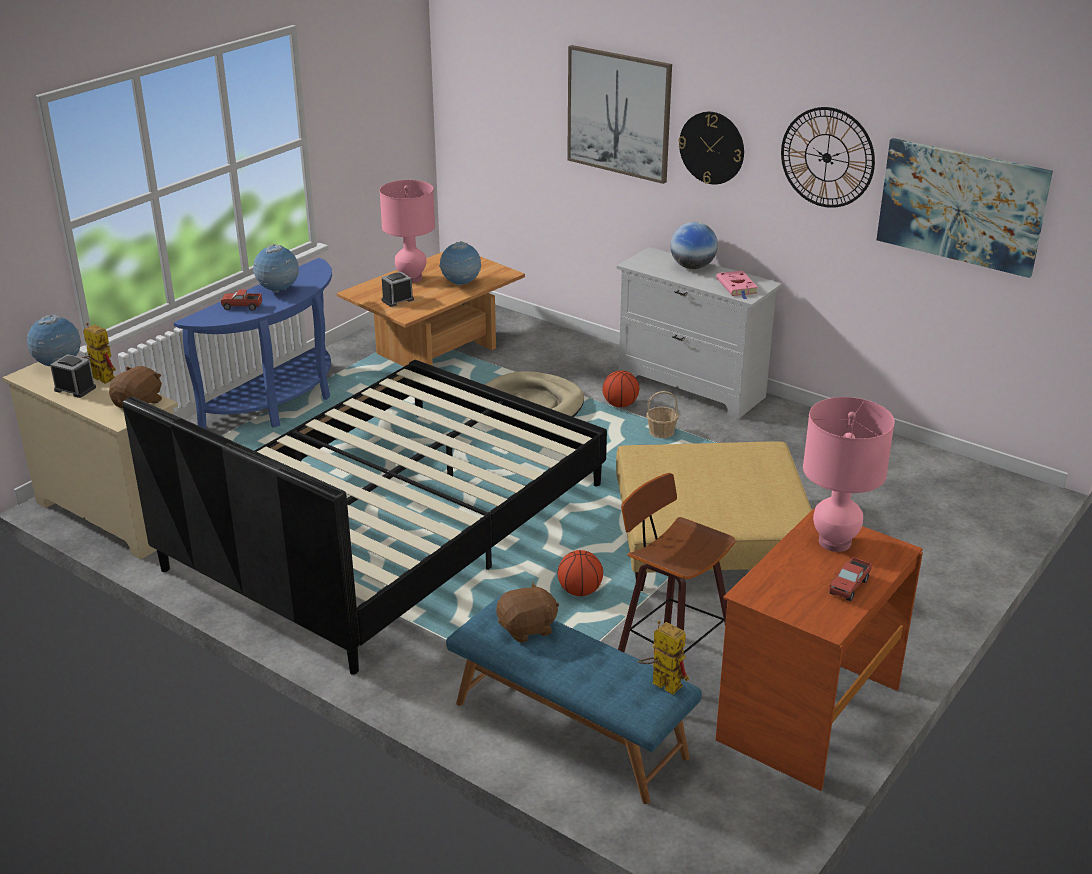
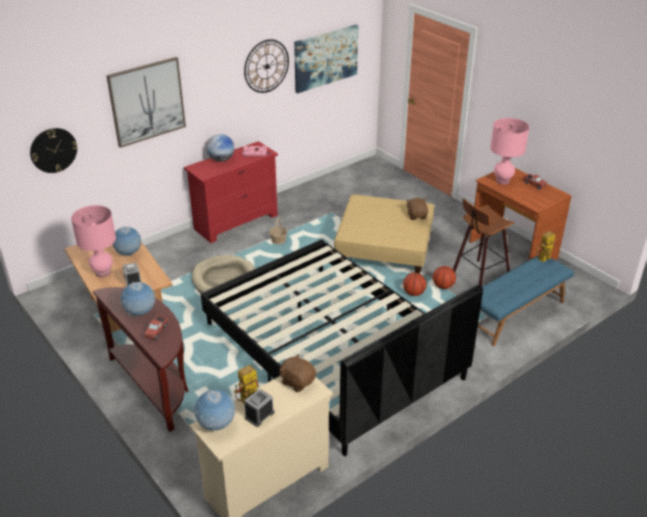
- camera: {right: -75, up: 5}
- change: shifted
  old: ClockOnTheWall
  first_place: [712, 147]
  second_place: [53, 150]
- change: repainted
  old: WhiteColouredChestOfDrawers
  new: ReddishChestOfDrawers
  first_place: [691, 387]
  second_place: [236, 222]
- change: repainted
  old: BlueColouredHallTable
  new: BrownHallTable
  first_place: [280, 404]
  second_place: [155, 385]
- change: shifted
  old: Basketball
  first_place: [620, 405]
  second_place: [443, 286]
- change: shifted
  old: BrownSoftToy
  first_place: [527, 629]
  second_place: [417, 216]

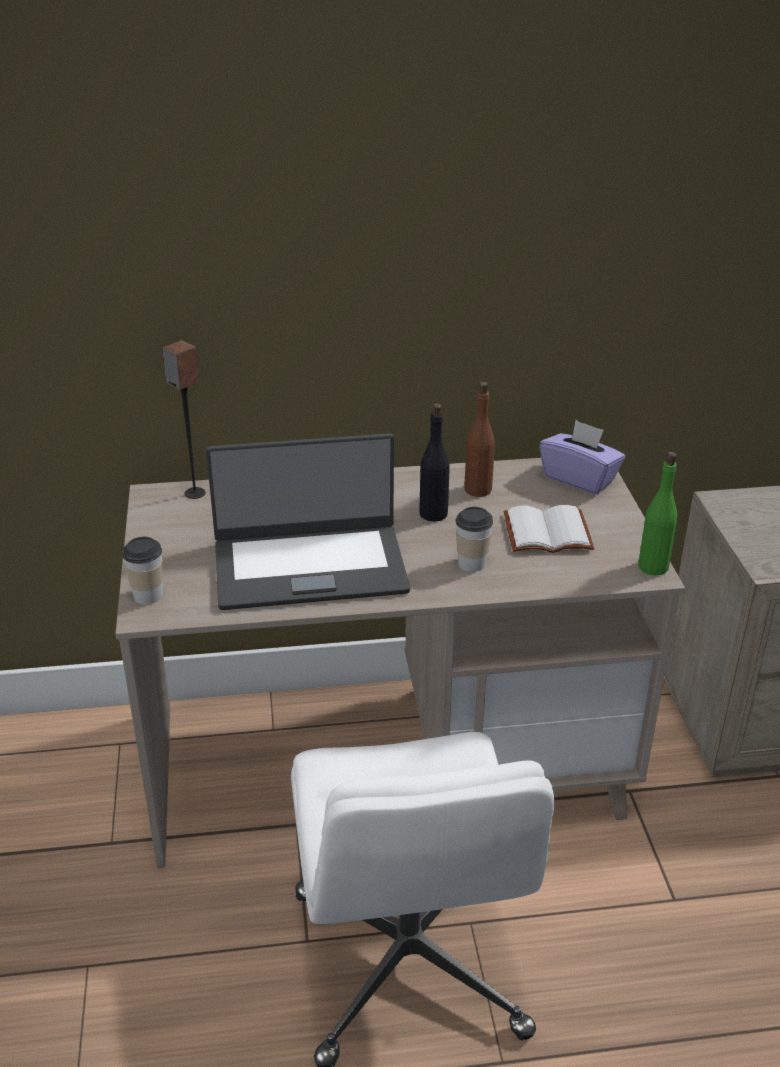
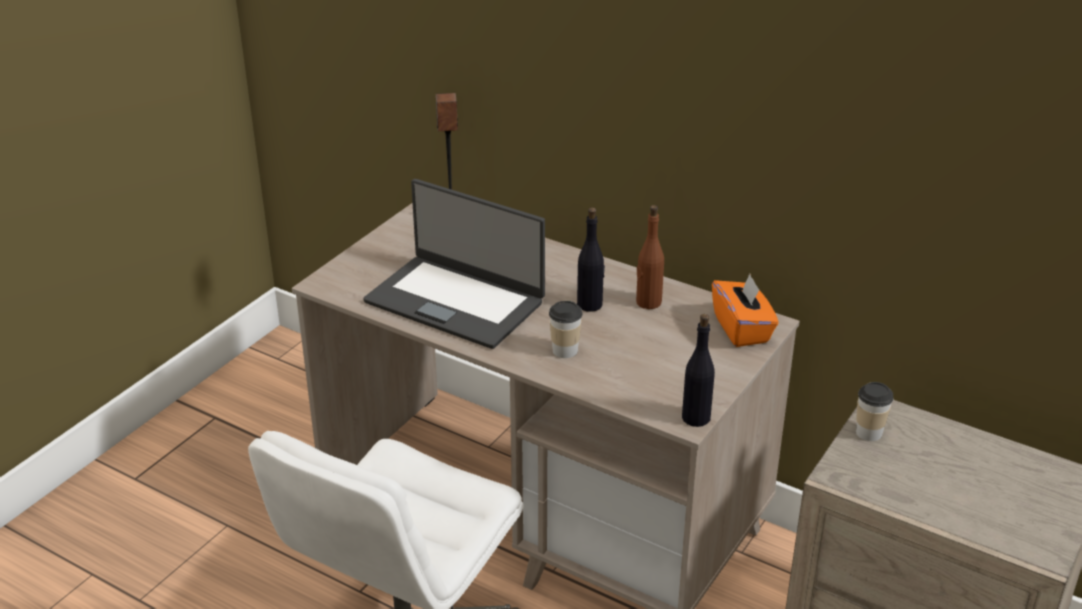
- camera: {right: 40, up: 0}
- change: repainted
  old: PurplishTissueHolder
  new: OrangeTissueHolder
  first_place: [579, 478]
  second_place: [742, 329]
- change: repainted
  old: GreenColouredBeverageBottle
  new: BlackishBeverageBottle
  first_place: [653, 566]
  second_place: [696, 417]
- change: gone
  old: WhiteColouredVolume
  first_place: [548, 531]
- change: shifted
  old: DrinkingCup
  first_place: [148, 595]
  second_place: [869, 432]

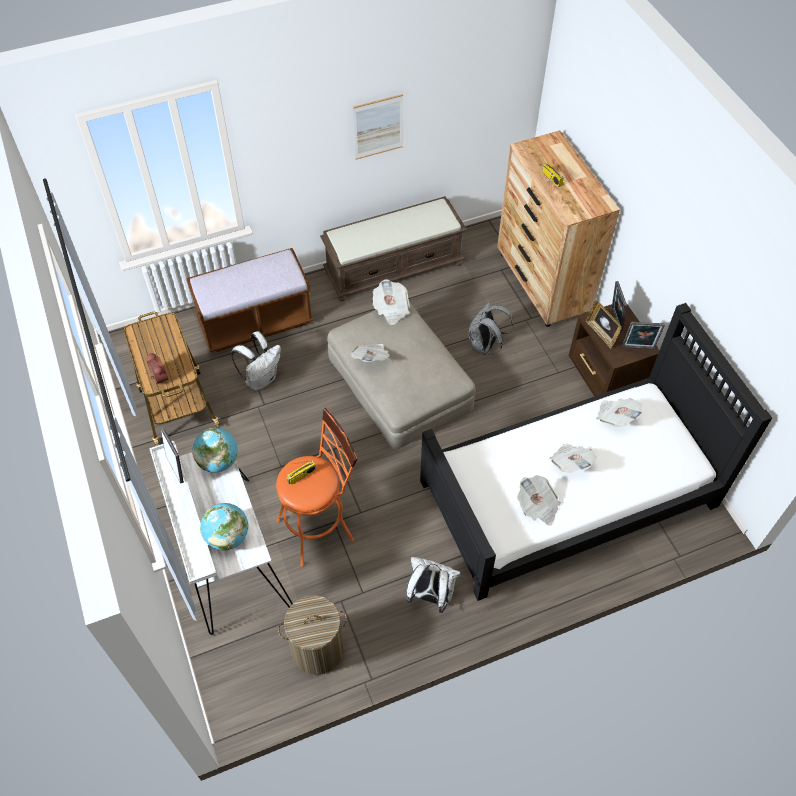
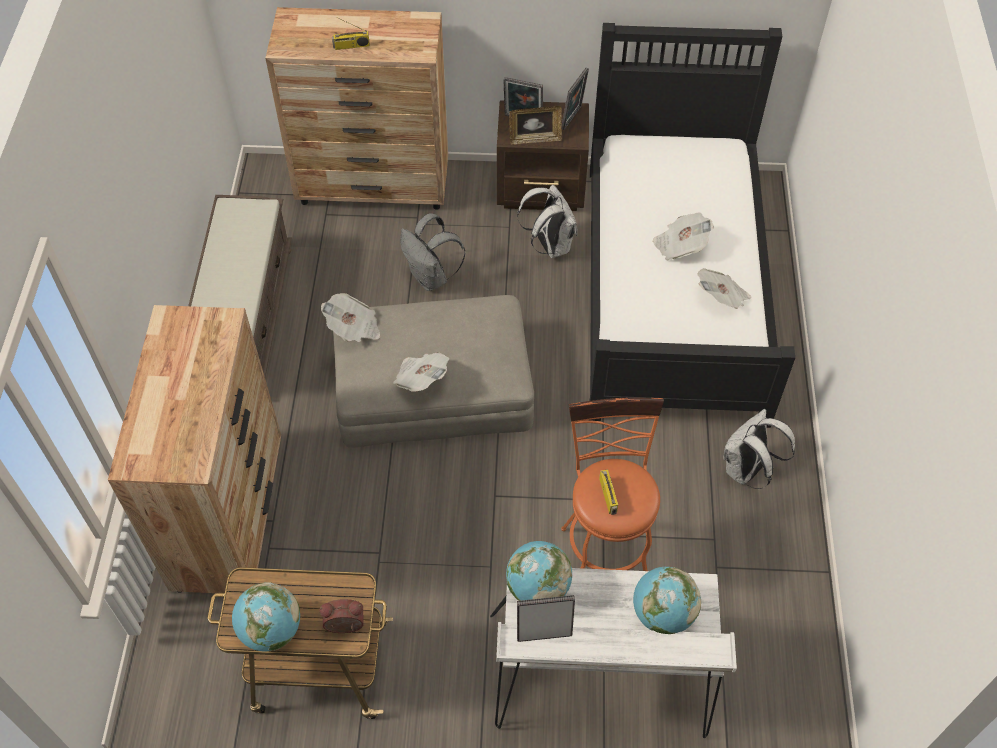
- camera: {right: -65, up: 0}
- change: gone
  old: Picture
  first_place: [378, 127]
- change: swapped
  old: BrownBench
  new: BrownChestOfDrawers
  first_place: [255, 322]
  second_place: [230, 515]
- change: shifted
  old: WhiteColouredBackpack
  first_place: [261, 379]
  second_place: [550, 245]
- change: gone
  old: Newspaper
  first_place: [616, 417]
- change: gone
  old: WashingBasket
  first_place: [317, 649]
- change: new
  new: DeskGlobe
  second_place: [271, 630]

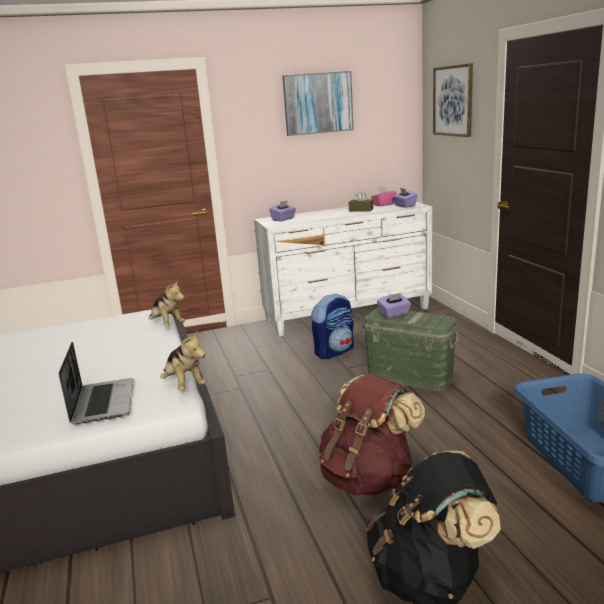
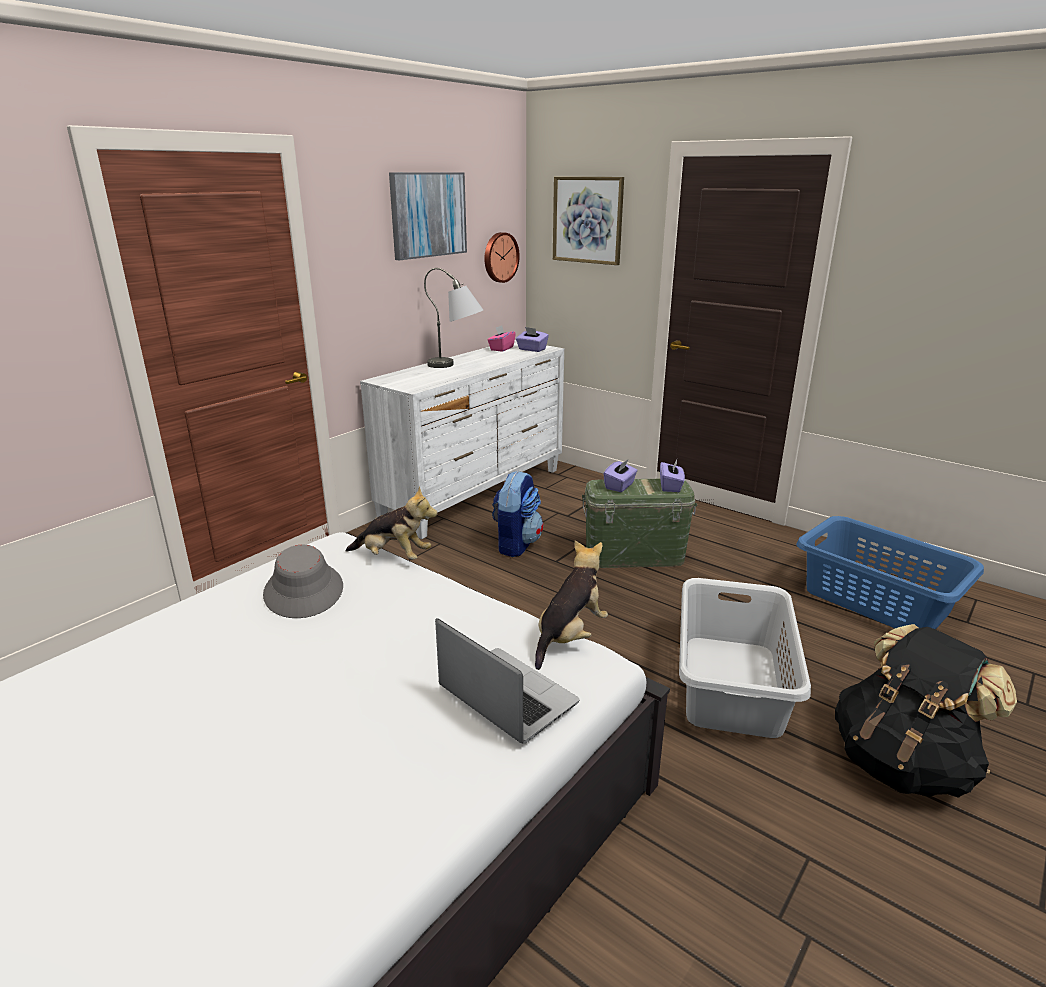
- camera: {right: -35, up: 5}
- change: gone
  old: BrownTissueHolder
  first_place: [361, 210]
- change: shifted
  old: PurplishTissueHolder
  first_place: [283, 219]
  second_place: [670, 486]
- change: rotated
  old: SoftToy
  first_place: [184, 385]
  second_place: [570, 636]
  degrees: -75
- change: swapped
  old: BrownBackpack
  new: GrayWashingBasket
  first_place: [368, 478]
  second_place: [732, 683]
- change: new
  new: ClockOnTheWall
  second_place: [500, 257]
- change: new
  new: GrayTabletopLamp
  second_place: [456, 366]
- change: new
  new: GrayWearableHat
  second_place: [304, 591]

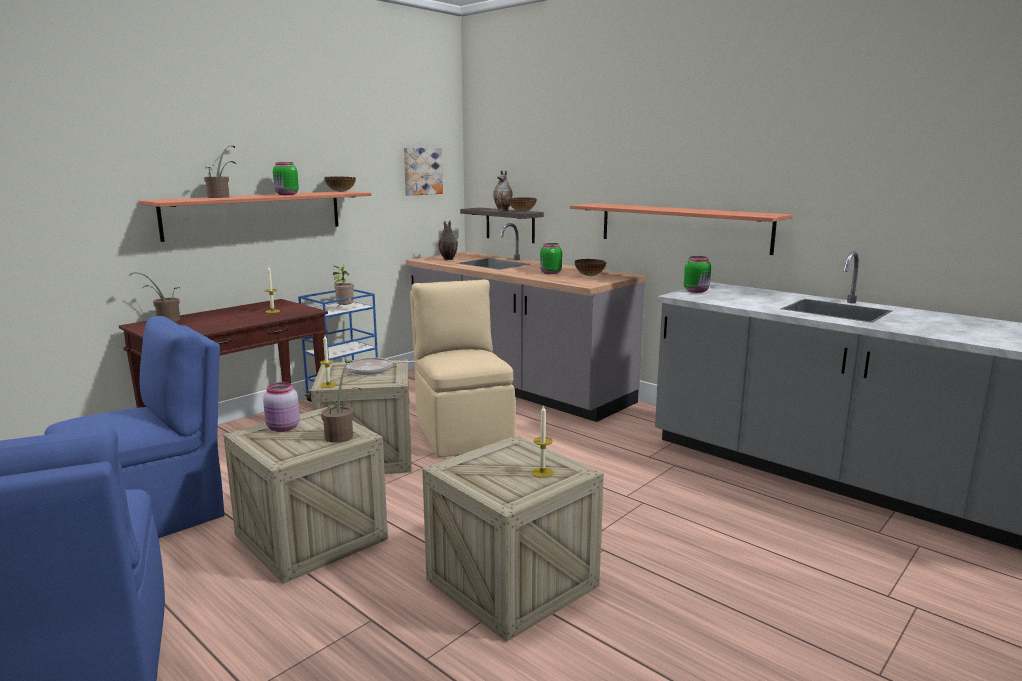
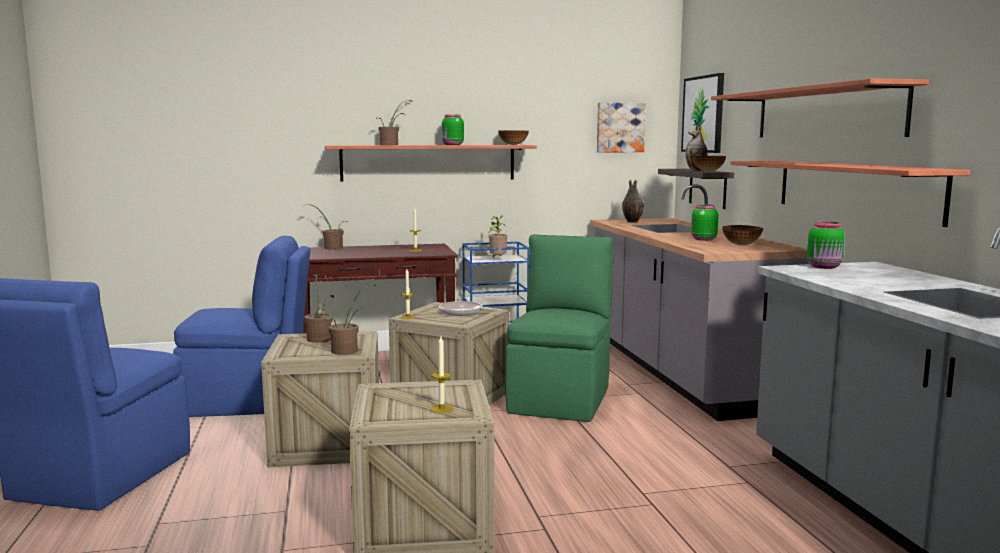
- camera: {right: 35, up: -5}
- change: repainted
  old: SandColouredUprightChair
  new: GreenColouredUprightChair
  first_place: [463, 432]
  second_place: [561, 399]
- change: swapped
  old: PinkStorageJar
  new: Houseplant
  first_place: [283, 428]
  second_place: [320, 338]
- change: new
  new: Picture
  second_place: [703, 114]
- change: new
  new: Shelf
  second_place: [826, 113]

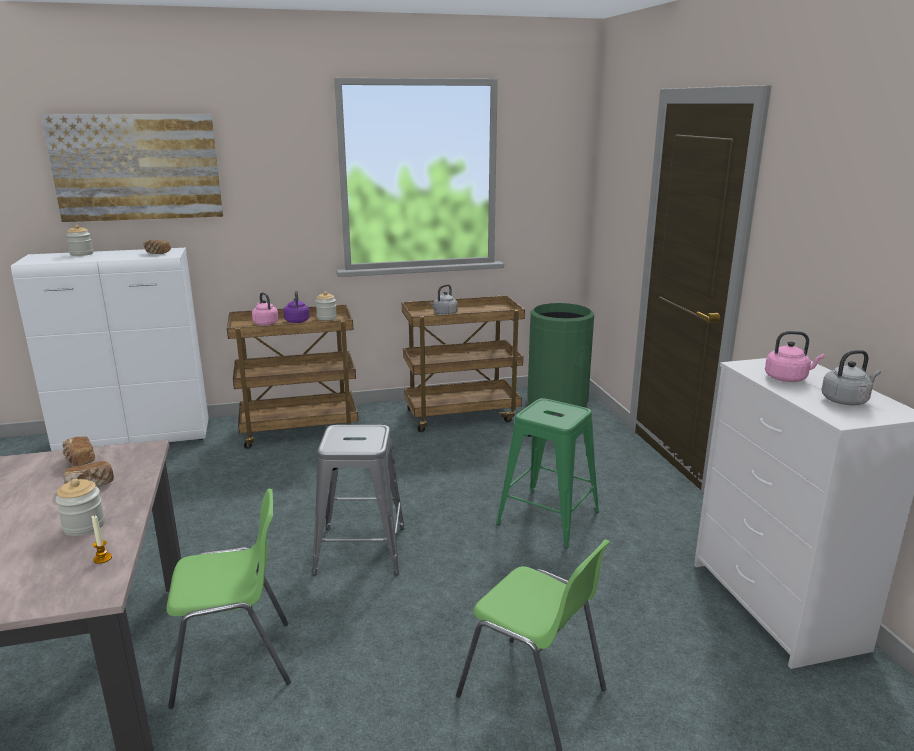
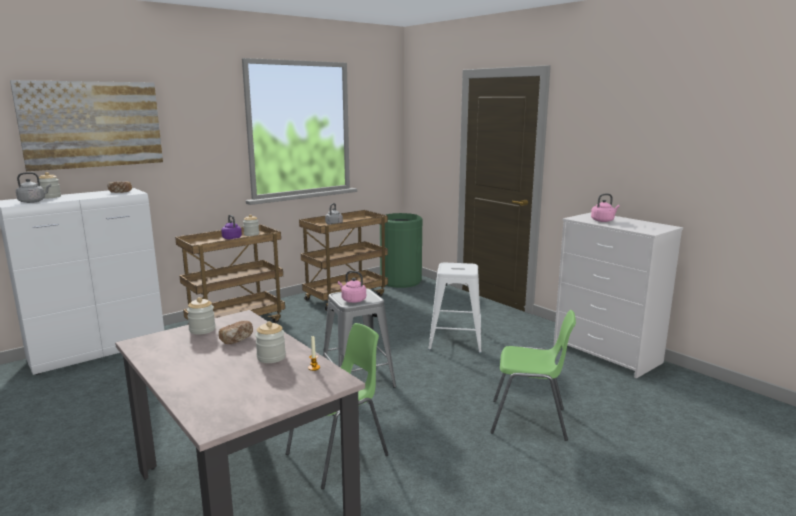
- camera: {right: -25, up: -5}
- change: shifted
  old: PinkTeaKettle
  first_place: [265, 323]
  second_place: [352, 300]
- change: shifted
  old: GrayTeaKettle
  first_place: [846, 400]
  second_place: [33, 201]
- change: repainted
  old: GreenColouredStoolSeat
  new: WhiteColouredStoolSeat
  first_place: [547, 518]
  second_place: [455, 340]
- change: swapped
  old: BakedBread
  new: StorageJar
  first_place: [79, 460]
  second_place: [202, 330]

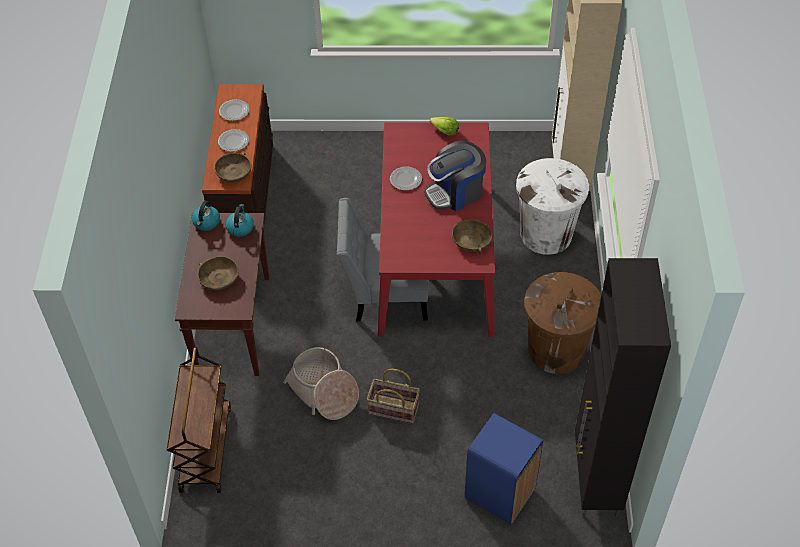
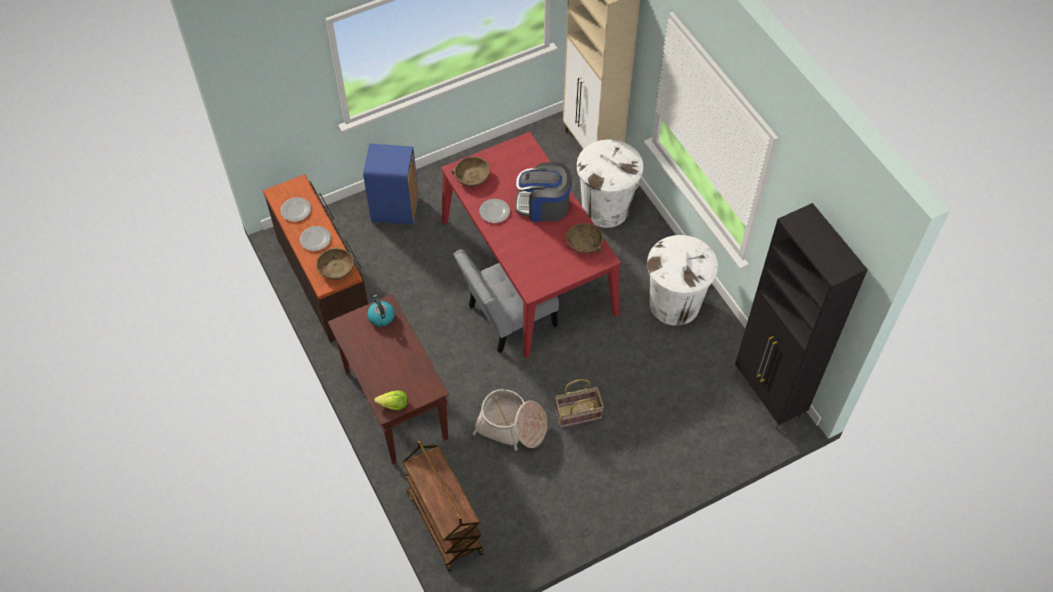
- camera: {right: -30, up: 5}
- change: shifted
  old: LettuceHead
  first_place: [444, 131]
  second_place: [393, 405]
- change: rotated
  old: CoffeeMaker
  first_place: [455, 192]
  second_place: [543, 206]
  degrees: 60
- change: gone
  old: TeaKettle
  first_place: [206, 223]
- change: shifted
  old: BrownDeepDish
  first_place: [218, 278]
  second_place: [472, 176]
- change: repainted
  old: BrownTrashCan
  new: WhiteColouredTrashCan
  first_place: [556, 350]
  second_place: [674, 304]
- change: shifted
  old: BlueColouredTrashCan
  first_place: [500, 493]
  second_place: [395, 208]

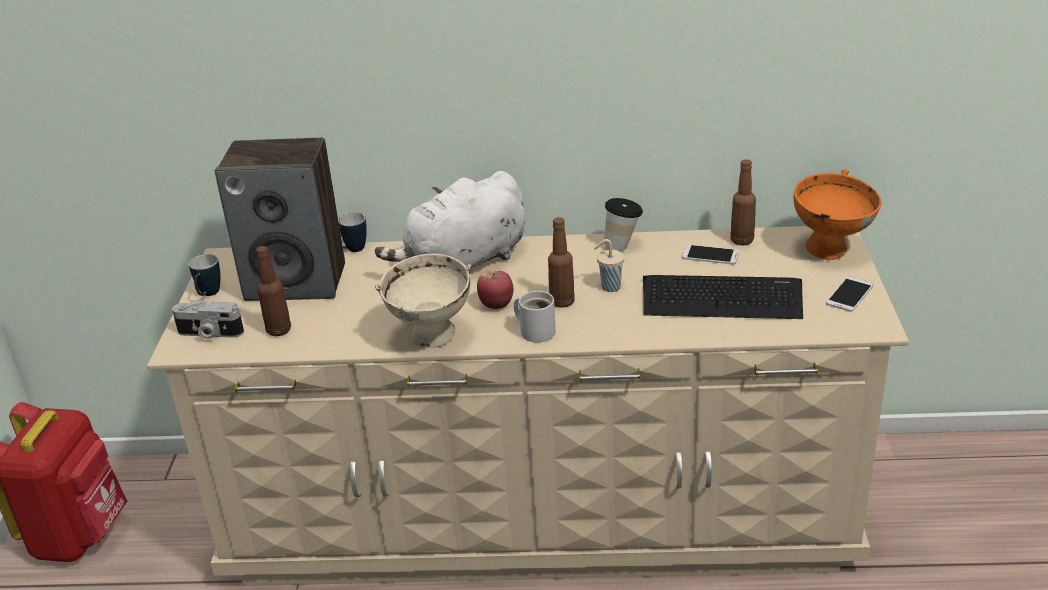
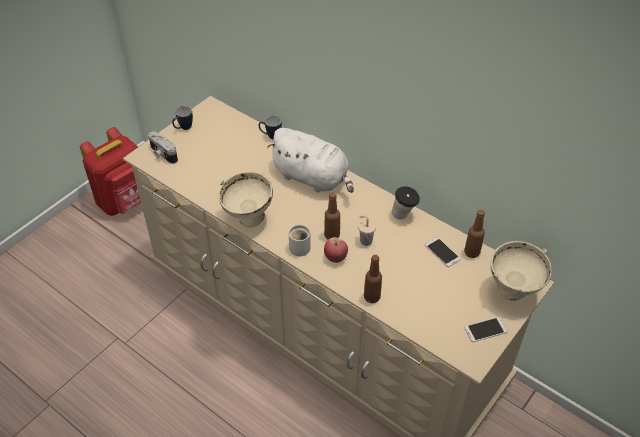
- camera: {right: 35, up: 15}
- change: gone
  old: Speaker
  first_place: [297, 282]
- change: repainted
  old: OrangeDeepDish
  new: SandColouredDeepDish
  first_place: [831, 251]
  second_place: [513, 292]
- change: rotated
  old: WhiteColouredSoftToy
  first_place: [464, 263]
  second_place: [313, 178]
  degrees: -150
- change: shifted
  old: BrownBeverageBottle
  first_place: [278, 330]
  second_place: [372, 297]
- change: shifted
  old: WholeApple
  first_place: [497, 305]
  second_place: [335, 258]
- change: gone
  old: ComputerKeyboard
  first_place: [722, 299]

